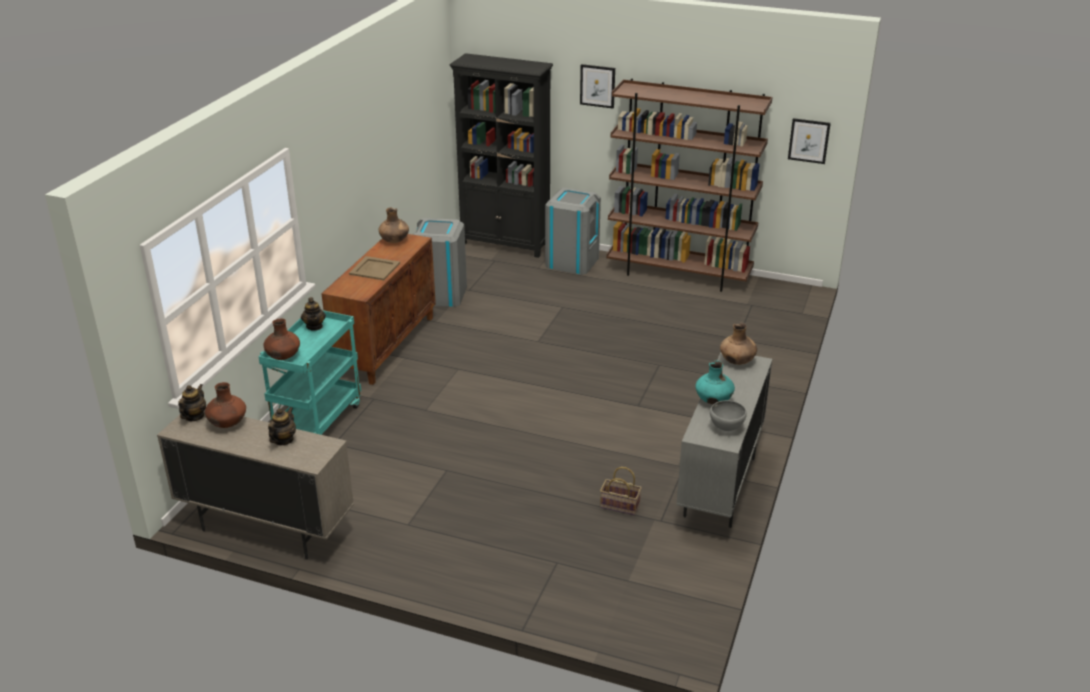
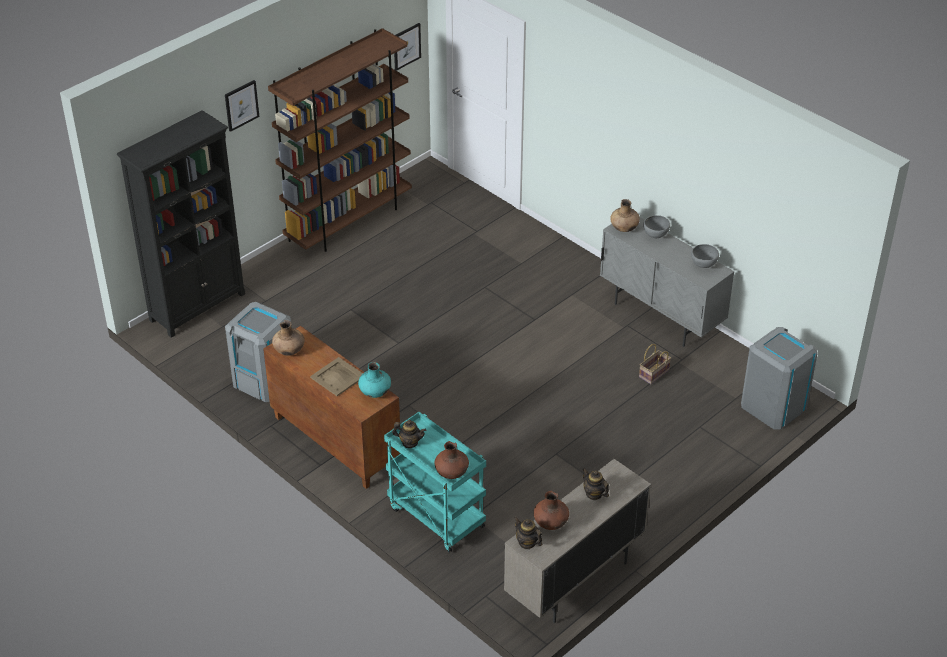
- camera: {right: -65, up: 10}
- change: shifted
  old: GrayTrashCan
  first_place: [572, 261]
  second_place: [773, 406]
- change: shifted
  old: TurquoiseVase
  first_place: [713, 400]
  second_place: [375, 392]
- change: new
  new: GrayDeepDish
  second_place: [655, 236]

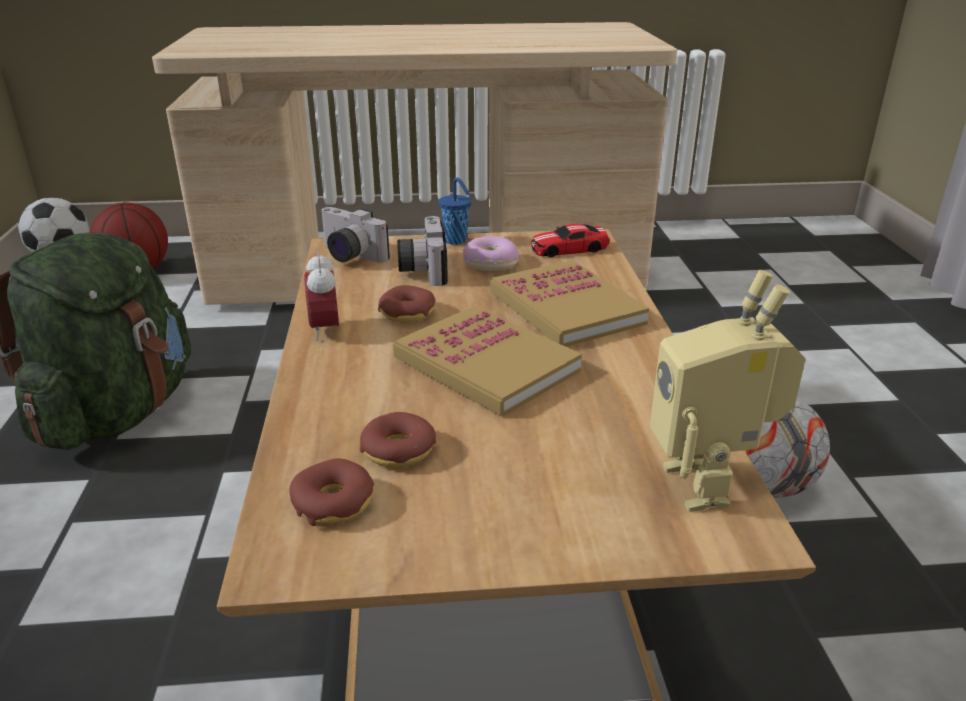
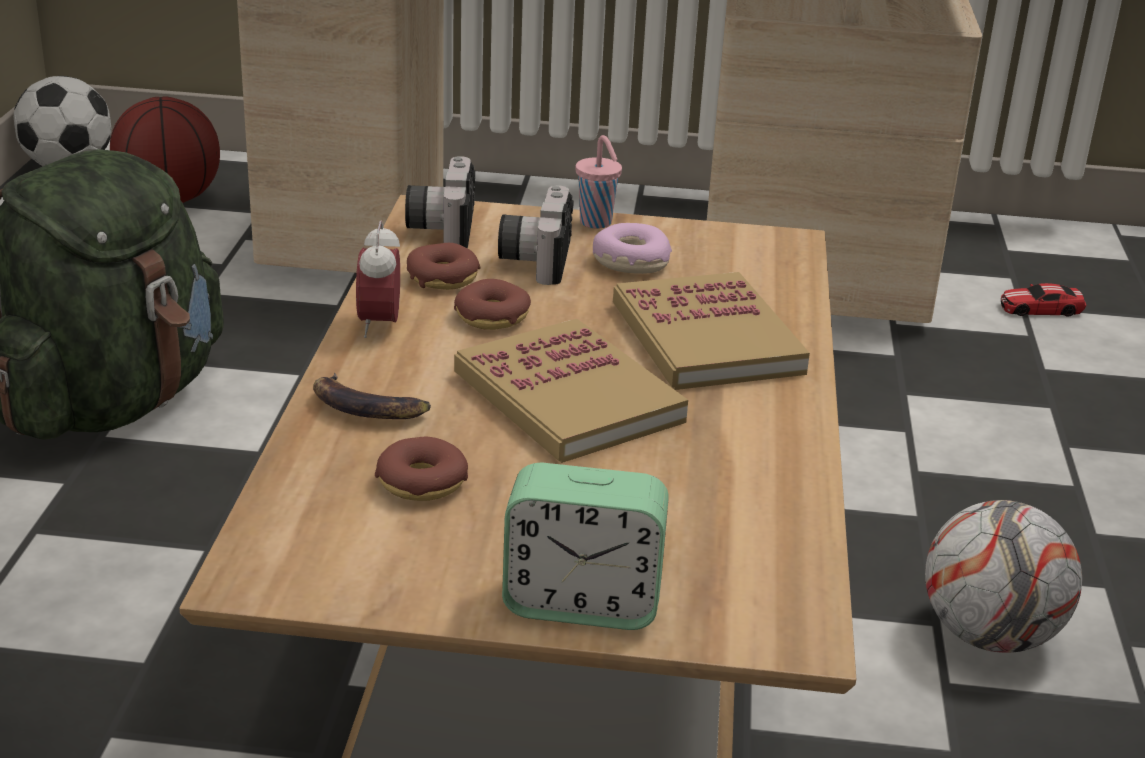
- camera: {right: 10, up: 0}
- change: repainted
  old: BlueColouredDrinkingCup
  new: PinkDrinkingCup
  first_place: [456, 241]
  second_place: [597, 223]
- change: rotated
  old: StillCamera
  first_place: [348, 256]
  second_place: [440, 227]
  degrees: 45
- change: shifted
  old: ToyCar
  first_place: [569, 249]
  second_place: [1041, 309]
- change: gone
  old: RobotFigure
  first_place: [708, 484]
- change: shifted
  old: Donut
  first_place: [333, 502]
  second_place: [443, 278]
- change: new
  new: BananaFruit
  second_place: [367, 407]
- change: new
  new: AlarmClock
  second_place: [582, 603]

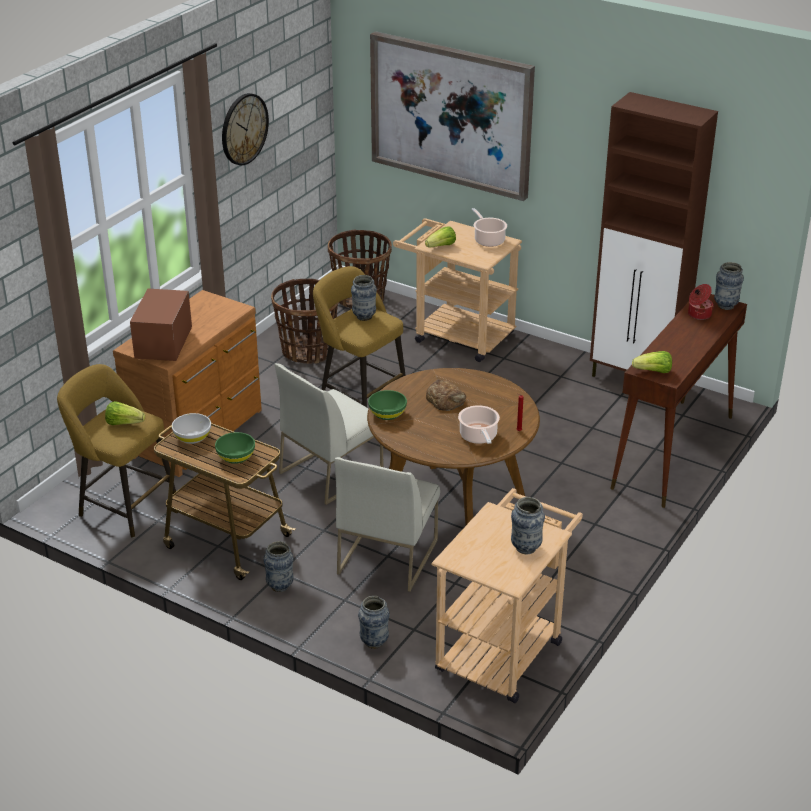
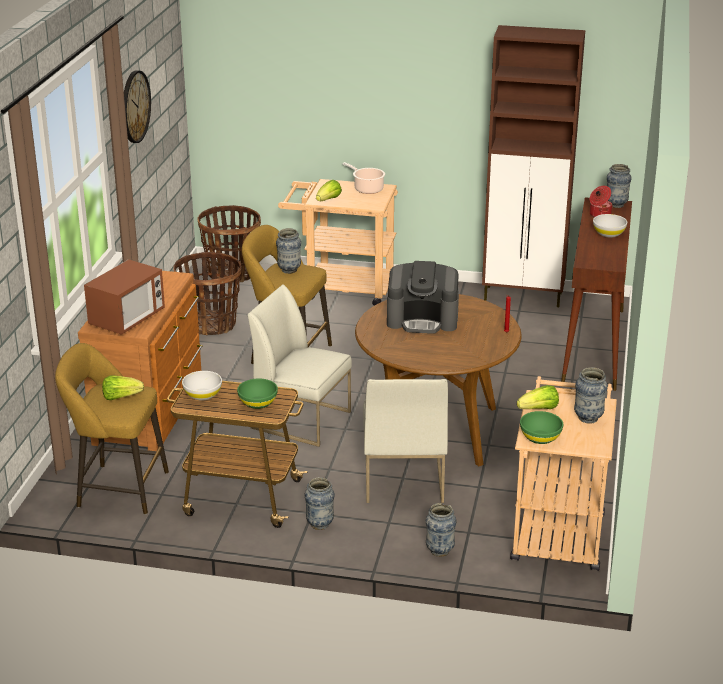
- camera: {right: -20, up: -5}
- change: gone
  old: Picture
  first_place: [451, 114]
- change: rotated
  old: MicrowaveOven
  first_place: [163, 346]
  second_place: [127, 319]
  degrees: -135
- change: shifted
  old: LettuceHead
  first_place: [653, 372]
  second_place: [539, 409]
- change: rotated
  old: WhiteColouredUprightChair
  first_place: [331, 471]
  second_place: [302, 419]
  degrees: 90
- change: swapped
  old: BakedBread
  new: CoffeeMaker
  first_place: [446, 399]
  second_place: [423, 319]
- change: shifted
  old: GreenColouredDeepDish
  first_place: [387, 414]
  second_place: [540, 437]
- change: gone
  old: CookingPot
  first_place: [478, 437]
- change: new
  new: WhiteColouredDeepDish
  second_place: [609, 233]

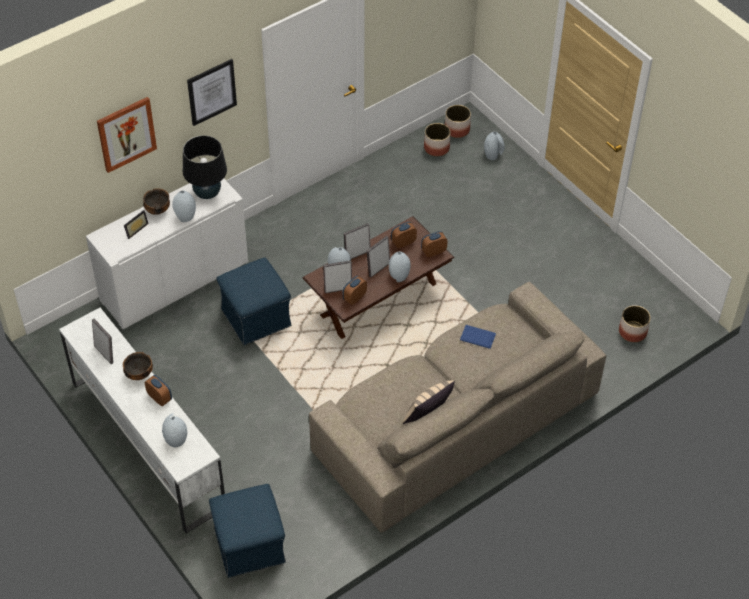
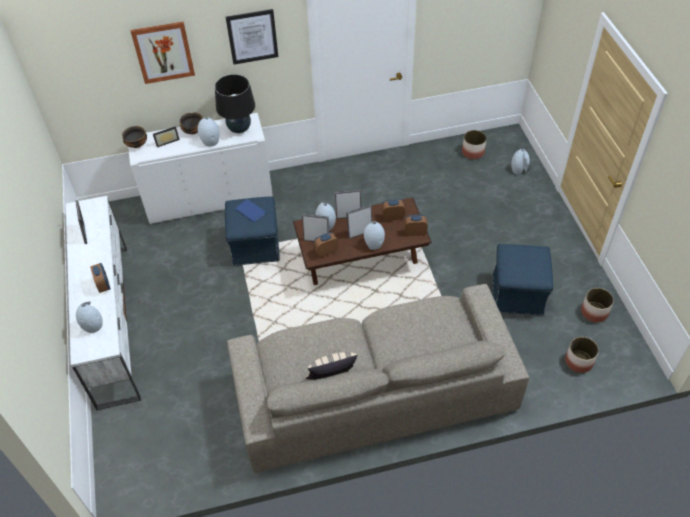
- camera: {right: 25, up: 0}
- change: shifted
  old: Planter
  first_place: [457, 129]
  second_place: [594, 312]
- change: shifted
  old: BlueColouredVolume
  first_place: [477, 336]
  second_place: [250, 210]
- change: shifted
  old: DeepDish
  first_place: [139, 374]
  second_place: [137, 144]
- change: shifted
  old: BlueColouredFootrest
  first_place: [250, 546]
  second_place: [517, 294]

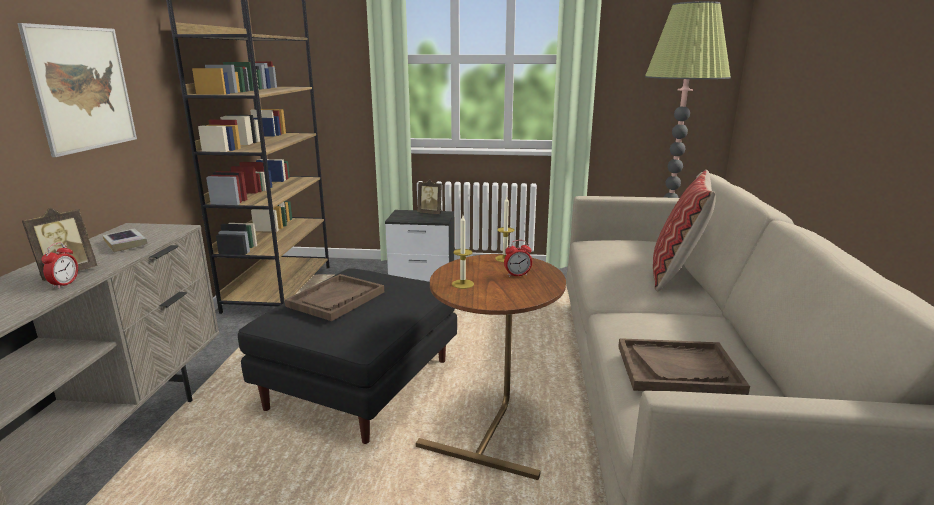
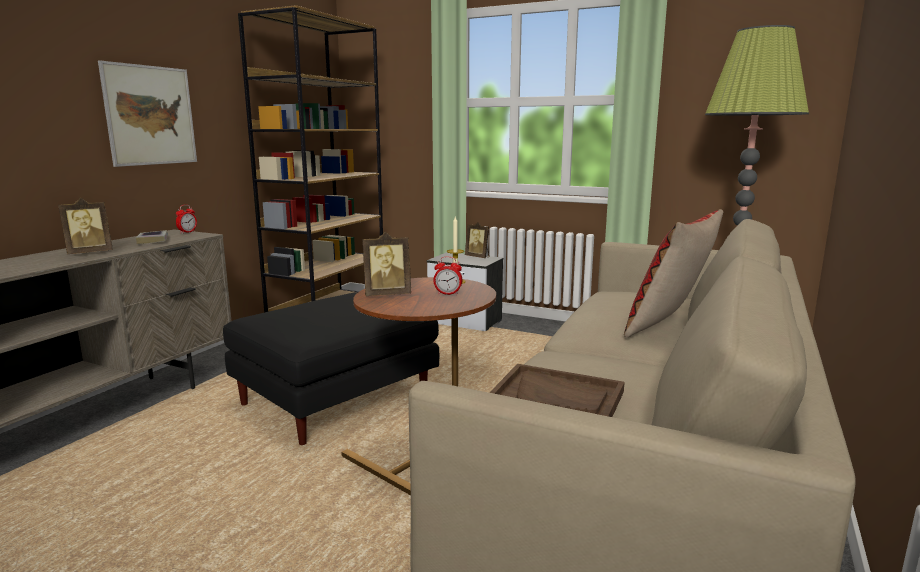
- camera: {right: 20, up: -5}
- change: swapped
  old: WaxCandle
  new: PictureFrame
  first_place: [463, 284]
  second_place: [387, 294]
- change: shifted
  old: AlarmClock
  first_place: [65, 284]
  second_place: [187, 232]
- change: gone
  old: BrownServingTray
  first_place: [336, 299]

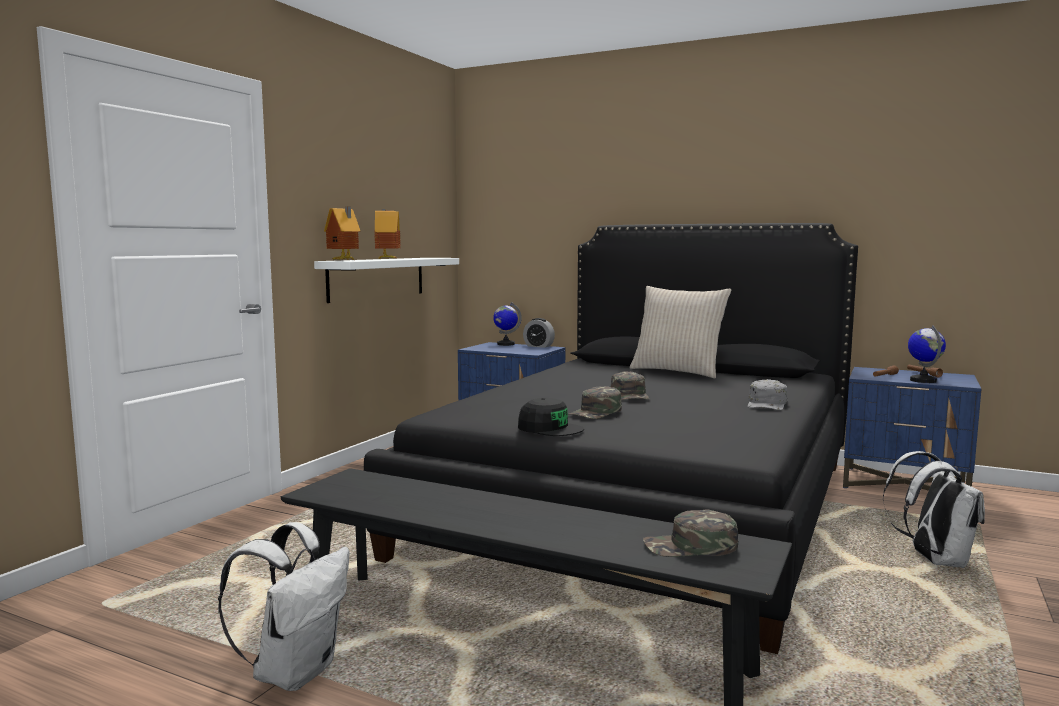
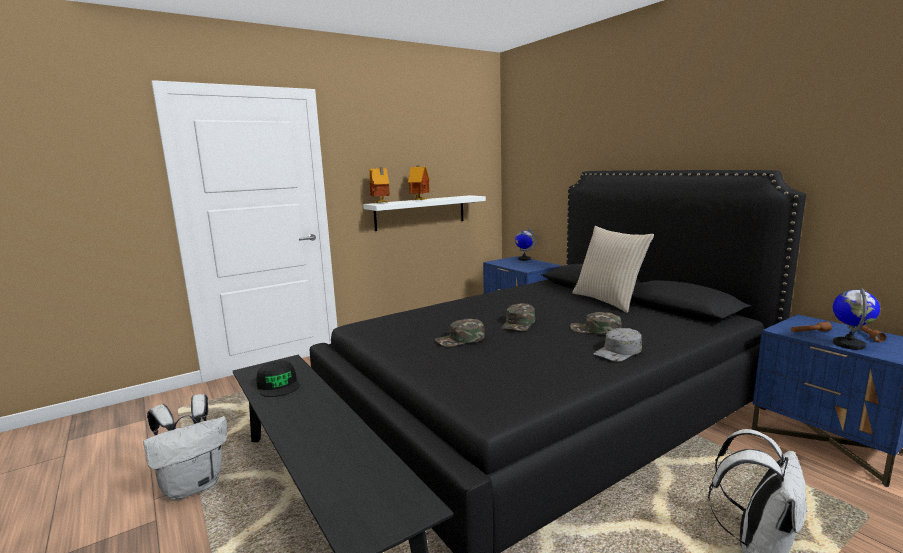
- camera: {right: 30, up: 5}
- change: gone
  old: AlarmClock
  first_place: [538, 346]
- change: shifted
  old: BlackishBaseballCap
  first_place: [550, 428]
  second_place: [278, 385]
- change: shifted
  old: GreenColouredBaseballCap
  first_place: [690, 546]
  second_place: [595, 330]

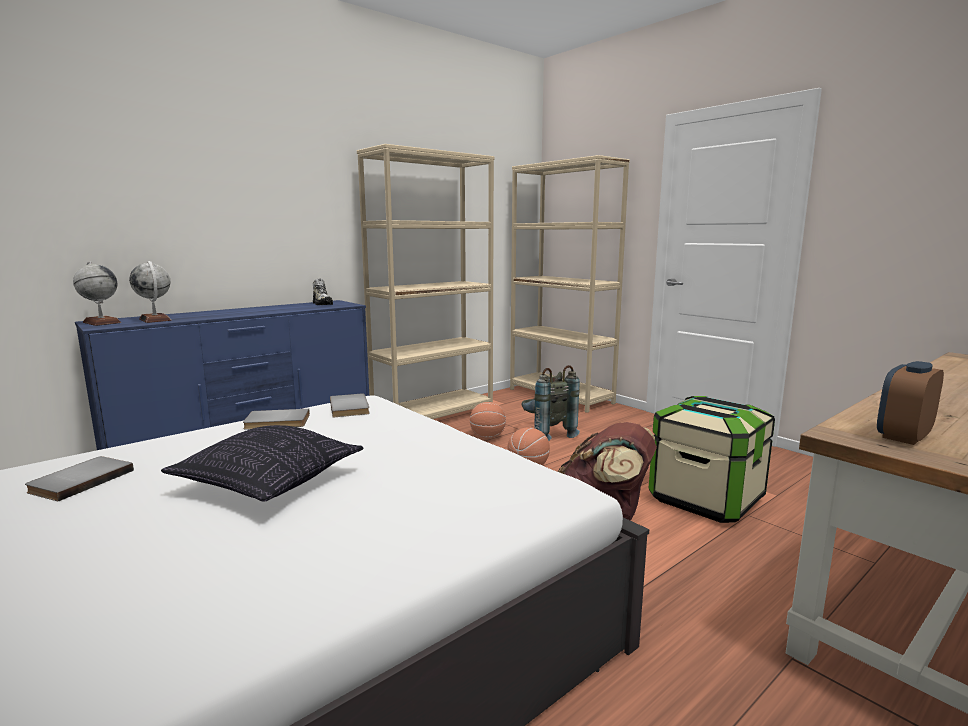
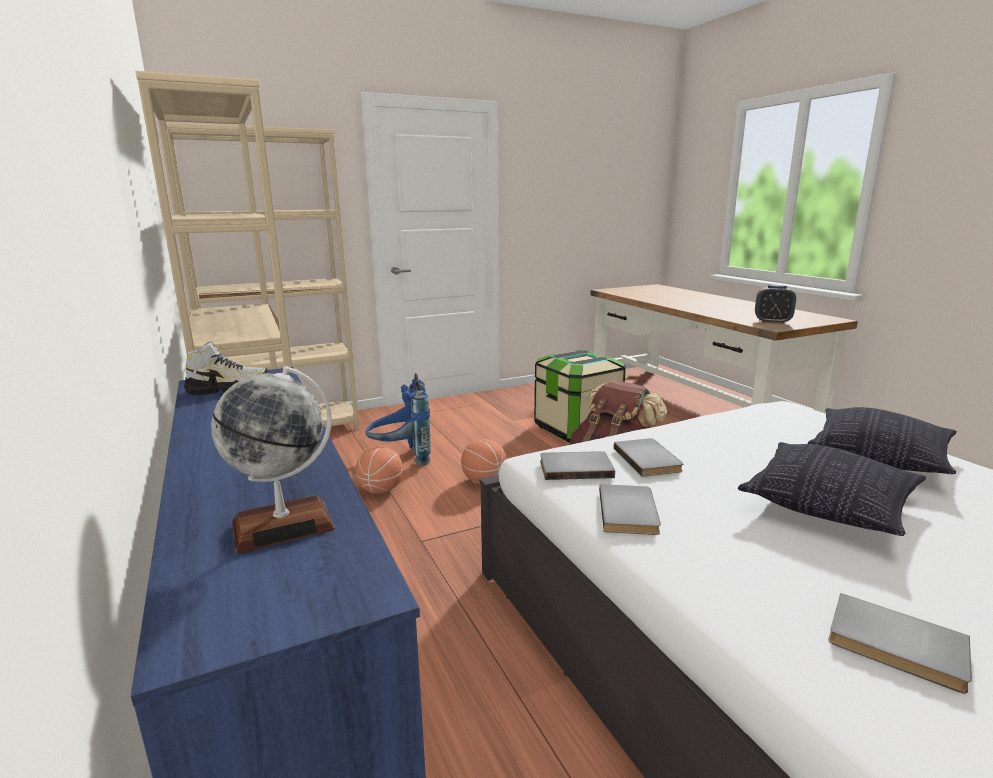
- camera: {right: -75, up: 5}
- change: gone
  old: DeskGlobe
  first_place: [101, 322]
- change: rotated
  old: AlarmClock
  first_place: [903, 436]
  second_place: [772, 322]
  degrees: -45
- change: repainted
  old: GrayBackpack
  new: BlueColouredBackpack
  first_place: [546, 434]
  second_place: [402, 458]
- change: new
  new: ThrowPillow
  second_place: [878, 458]
- change: new
  new: GrayVolume
  second_place: [649, 459]

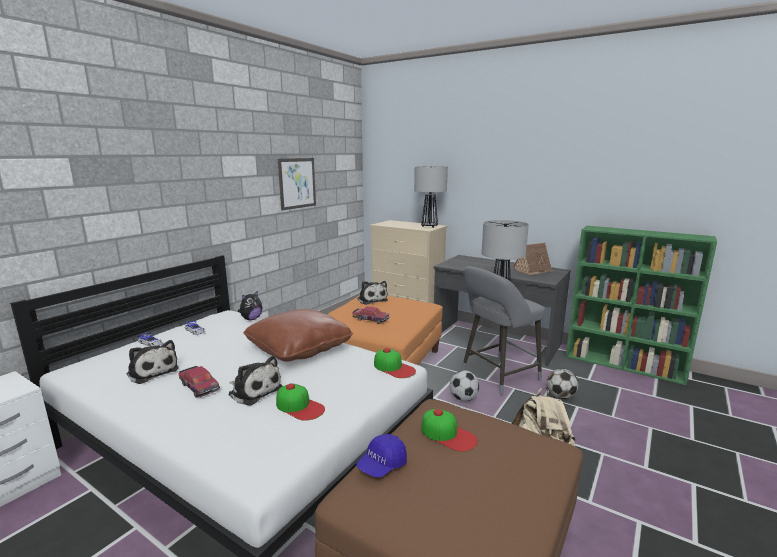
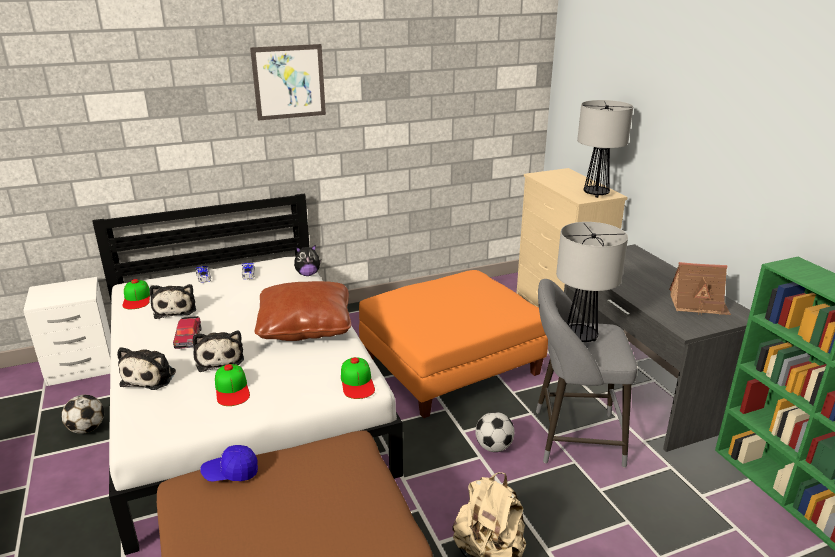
- camera: {right: 35, up: 10}
- change: shifted
  old: Picture
  first_place: [297, 183]
  second_place: [289, 82]
- change: shifted
  old: SoftToy
  first_place: [371, 299]
  second_place: [151, 377]
- change: gone
  old: ToyCar
  first_place: [370, 319]
- change: shifted
  old: FootballBall
  first_place: [560, 396]
  second_place: [87, 429]
- change: shifted
  old: BaseballCap
  first_place: [448, 434]
  second_place: [137, 298]

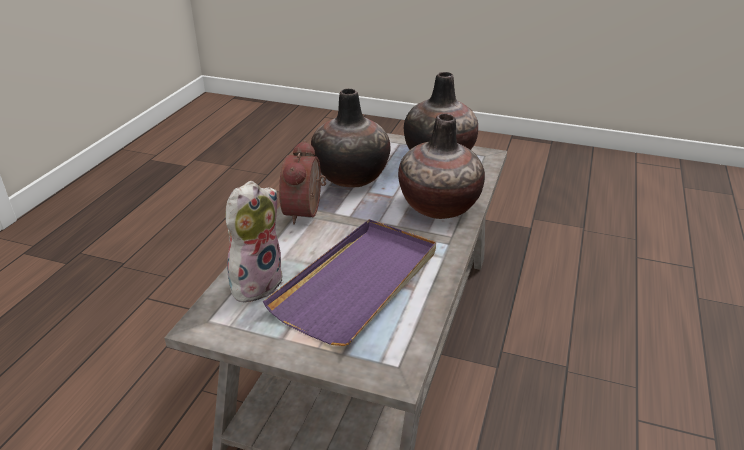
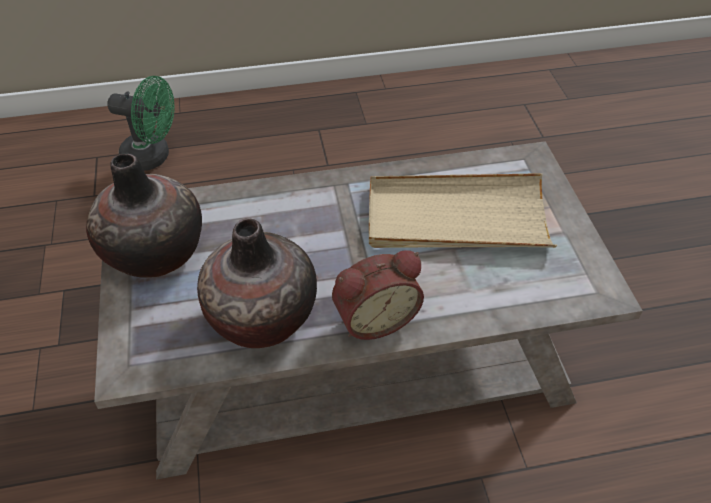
- camera: {right: -120, up: 15}
- change: gone
  old: Vase
  first_place: [438, 206]
- change: gone
  old: SoftToy
  first_place: [256, 282]
- change: repainted
  old: PurplishServingTray
  new: SandColouredServingTray
  first_place: [358, 283]
  second_place: [456, 218]
- change: new
  new: GreenColouredFan
  second_place: [153, 157]

